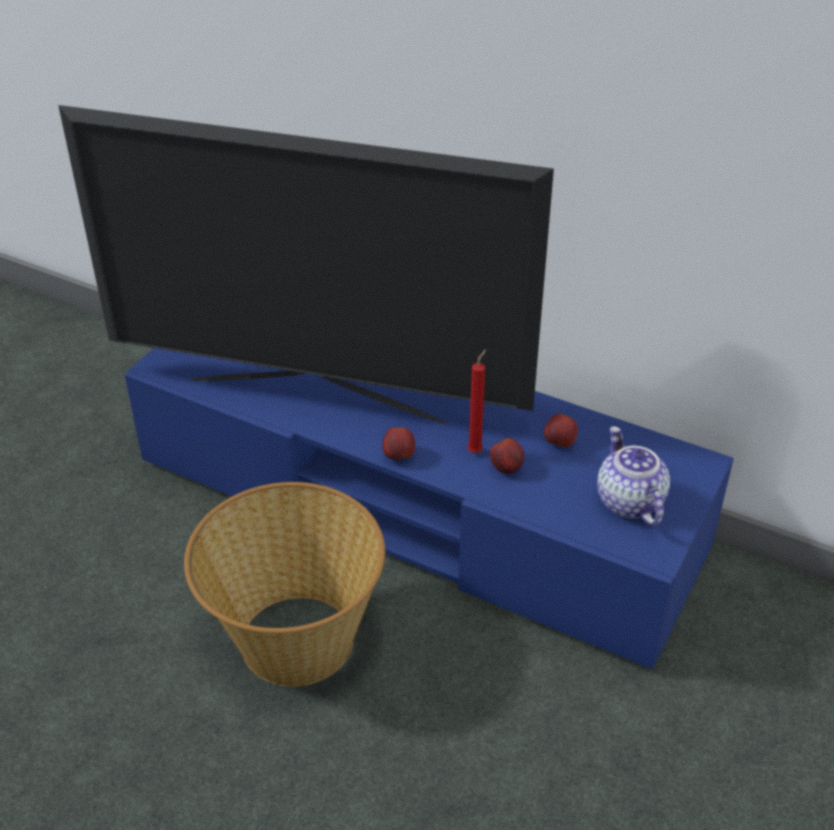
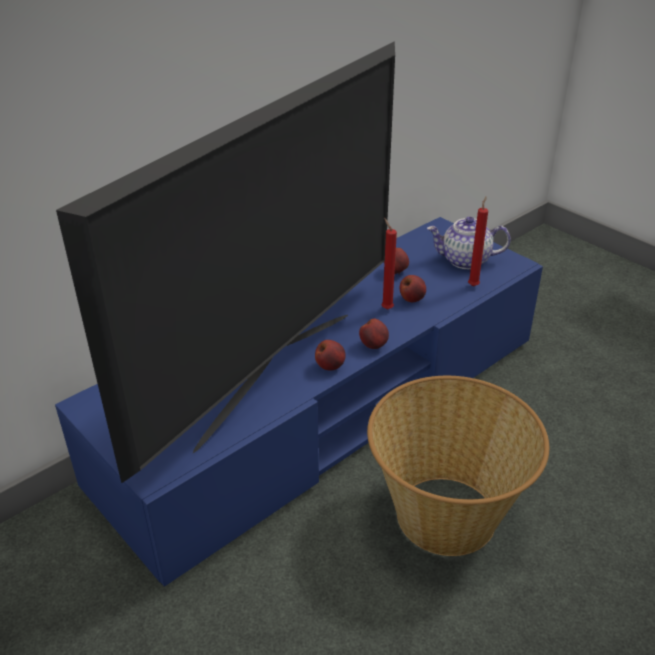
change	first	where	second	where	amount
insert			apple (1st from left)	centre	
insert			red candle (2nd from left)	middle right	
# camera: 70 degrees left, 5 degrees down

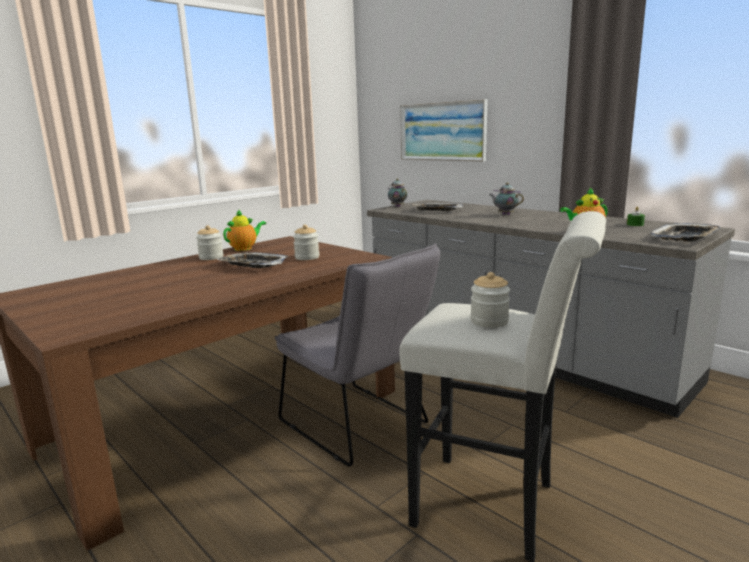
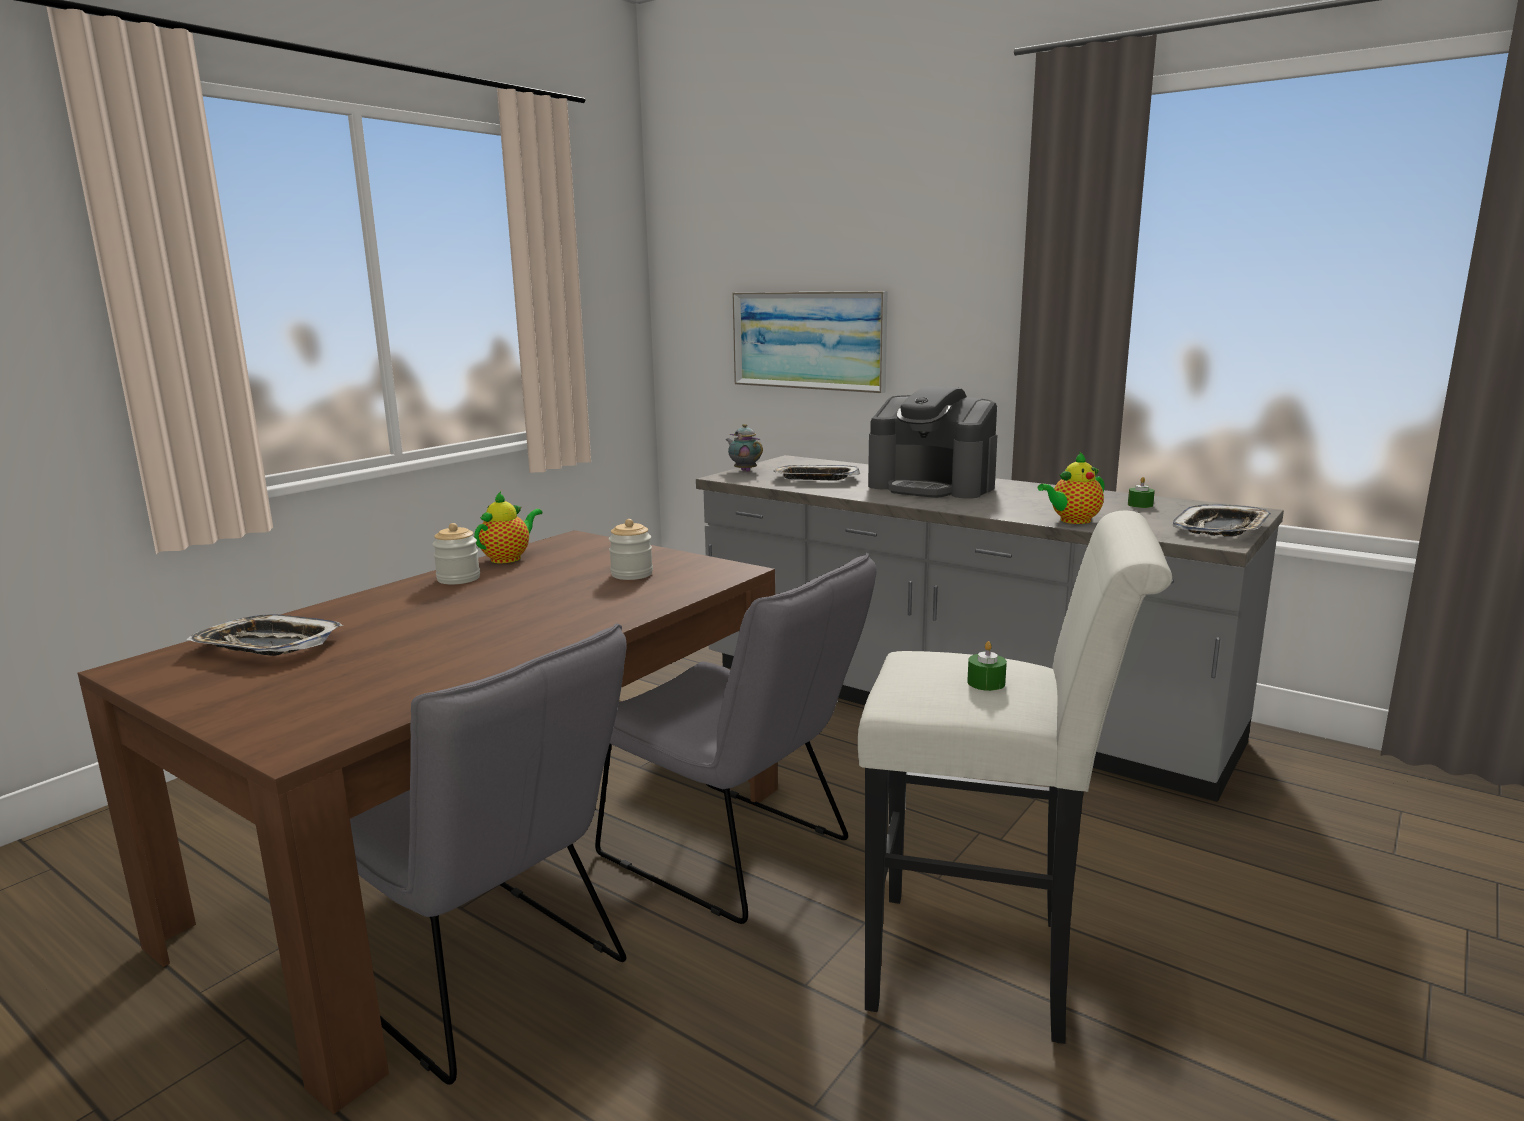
change	first	where	second	where	amount
move	tray (1st from left)	centre		middle left	
replace	jar (3rd from left)	centre	green candle (1st from left)	centre	
replace	teapot (3rd from left)	middle right	coffee machine	centre	
insert			grey chair (1st from left)	bottom left	
# camera: 10 degrees left, 0 degrees up

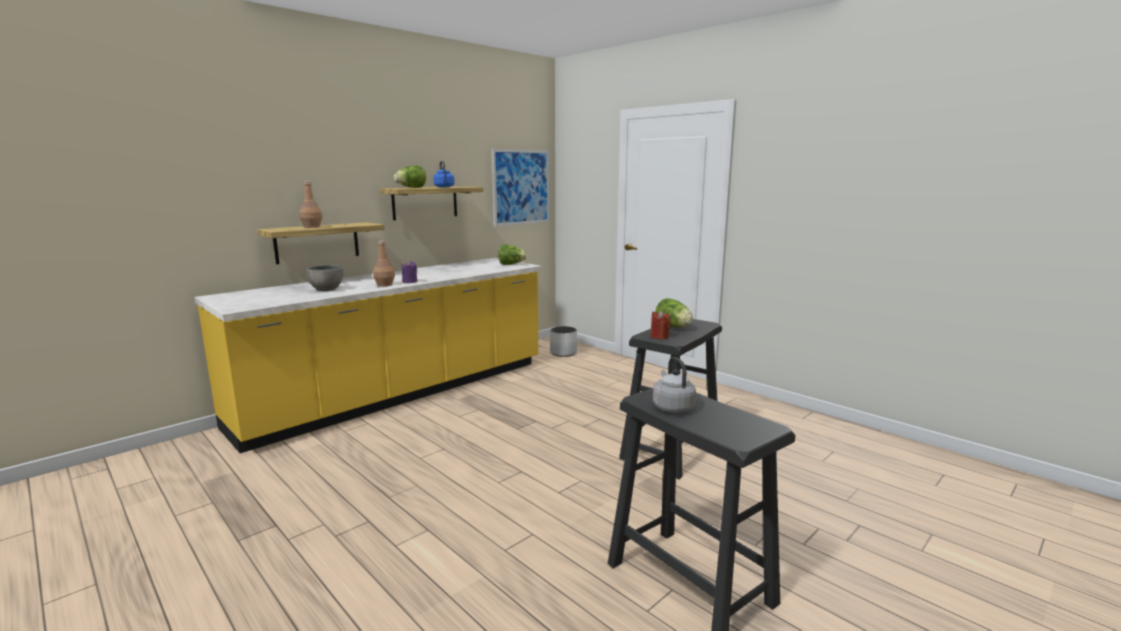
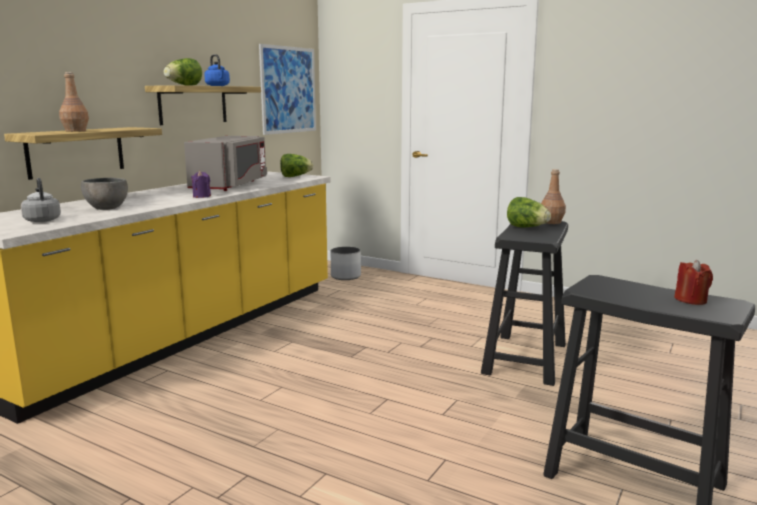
change	first	where	second	where	amount
move	brown bottle (2nd from left)	centre		middle right	
move	red candle	centre		middle right	
move	grey kettle	centre		middle left	
insert			grey microwave	top left	
# camera: 15 degrees left, 0 degrees up

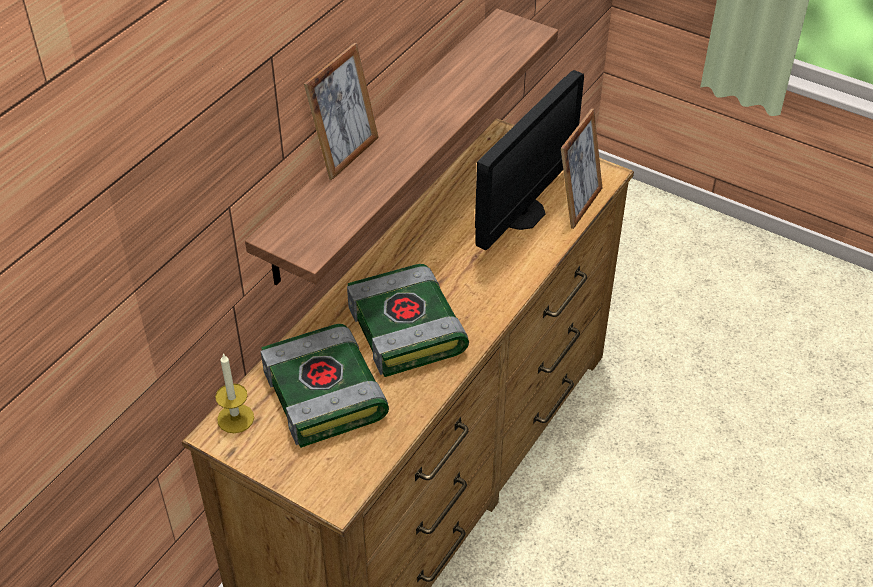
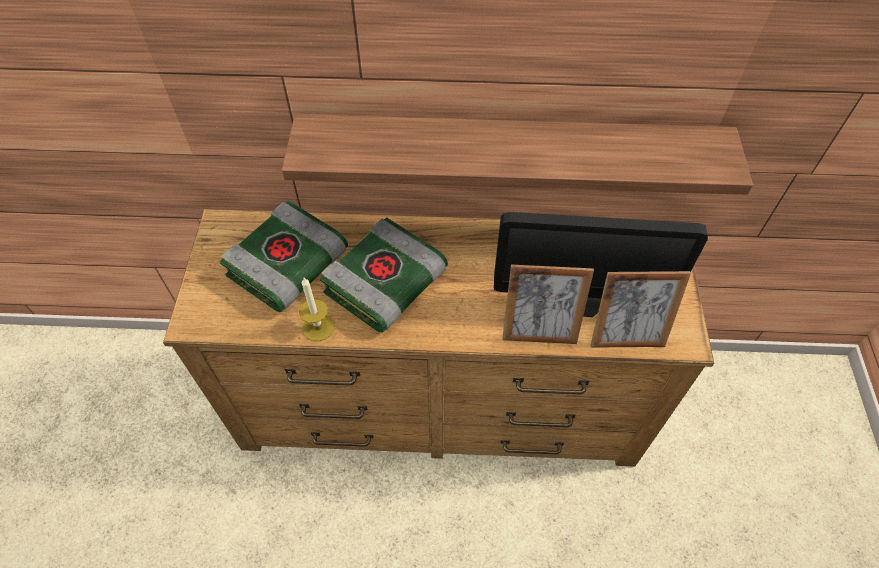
change	first	where	second	where	amount
move	candle	bottom left		centre	
move	picture frame (1st from left)	top centre		centre	
# camera: 60 degrees right, 10 degrees up

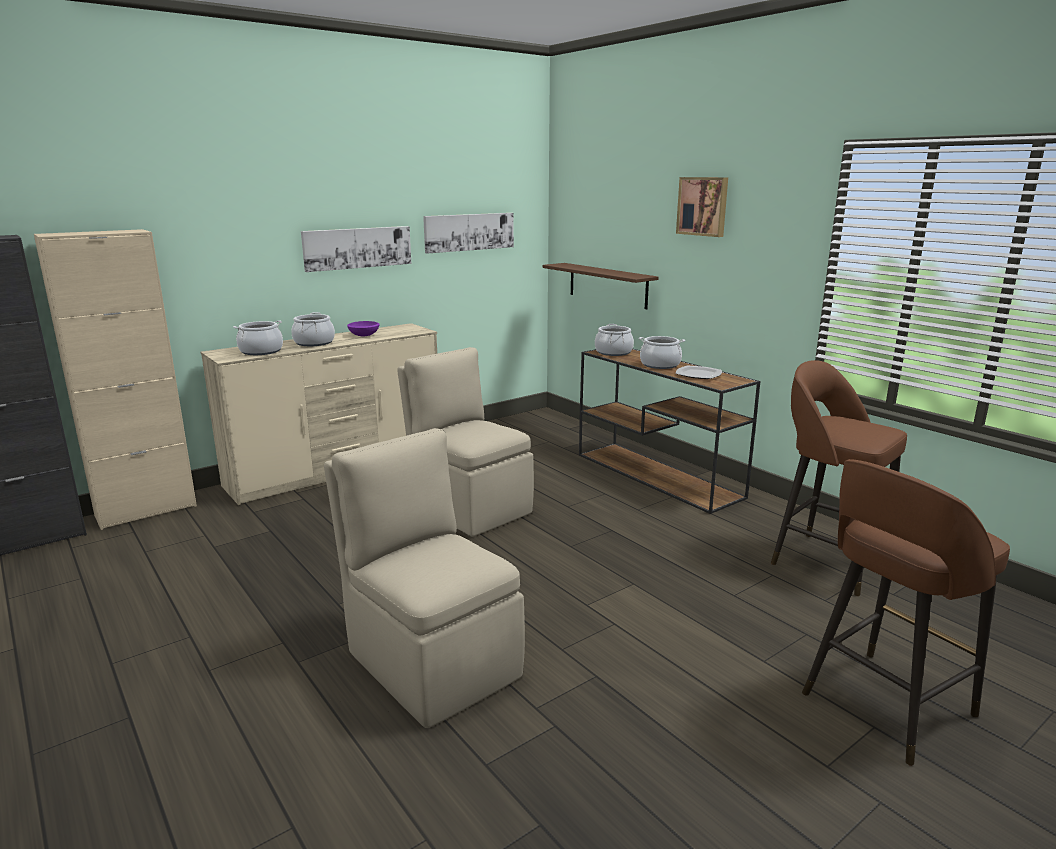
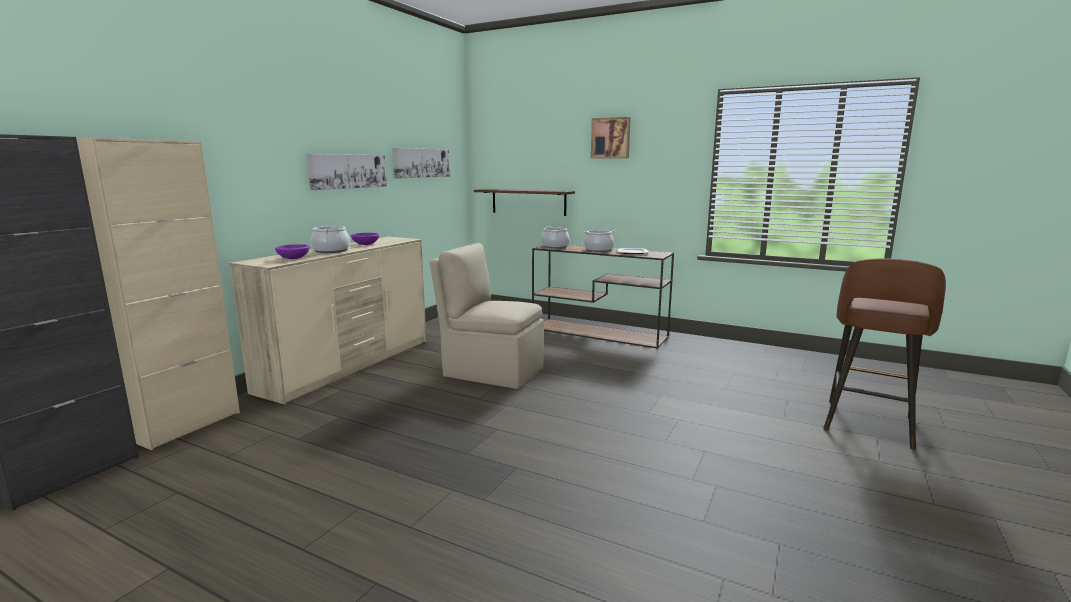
change	first	where	second	where	amount
replace	cooking pot (1st from left)	middle left	purple bowl (1st from left)	middle left	
delete	beige chair (1st from left)	bottom centre			
delete	brown stool (1st from left)	middle right			
# camera: 25 degrees left, 5 degrees down

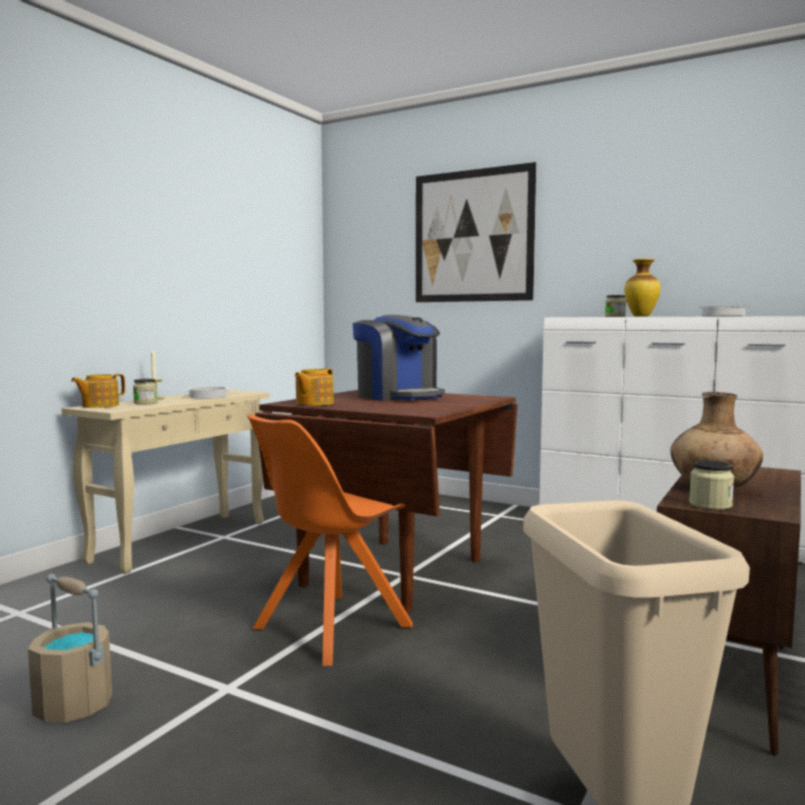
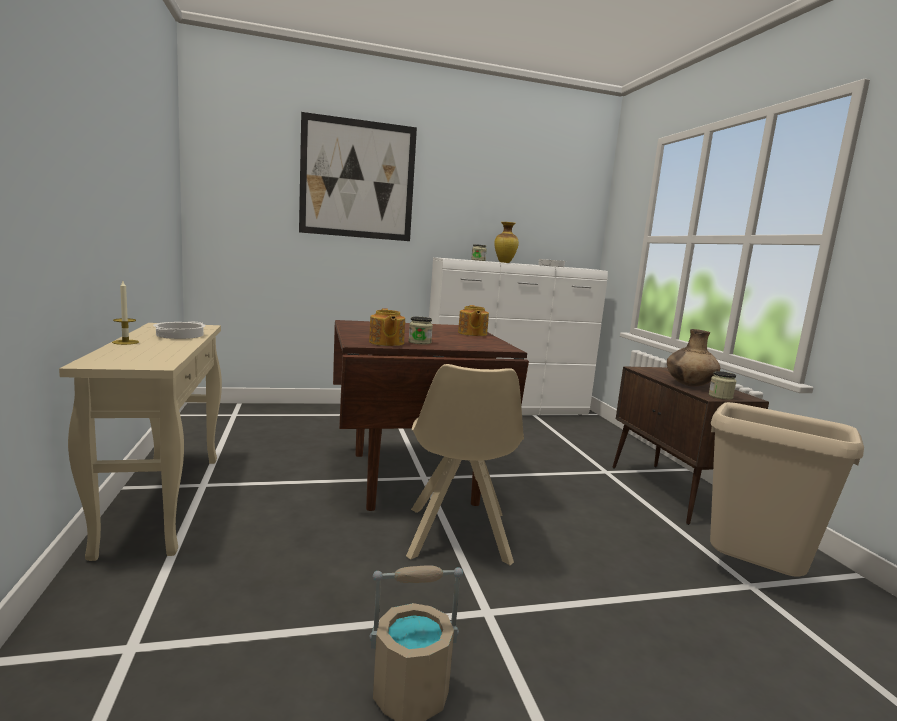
change	first	where	second	where	amount
move	teapot (1st from left in the first image)	middle left	teapot (2nd from left)	centre	
move	jar (1st from left)	middle left		centre	
recolor	orange chair	bottom centre	beige chair	centre	
delete	coffee machine	centre			
# camera: 45 degrees left, 5 degrees up

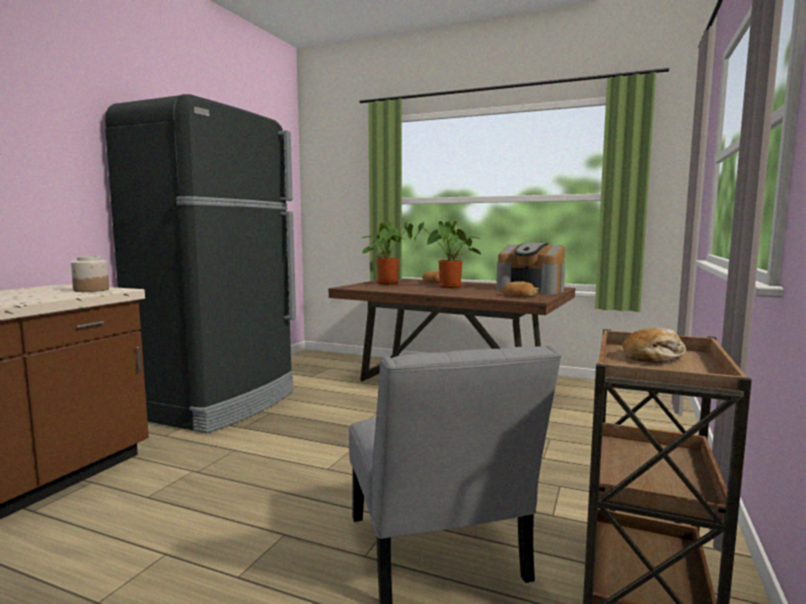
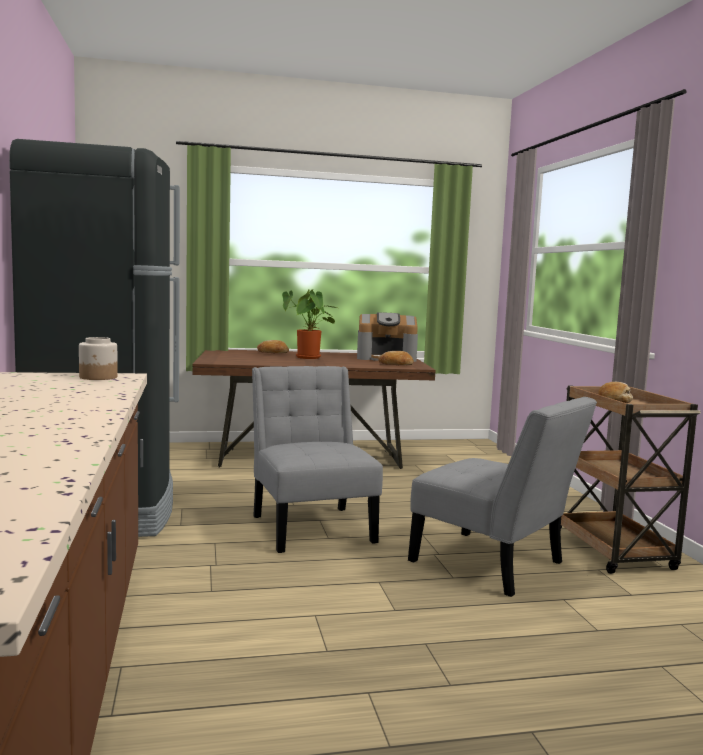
change	first	where	second	where	amount
delete	potted plant (1st from left)	centre			
insert			grey chair (1st from left)	centre	
# camera: 35 degrees left, 0 degrees up

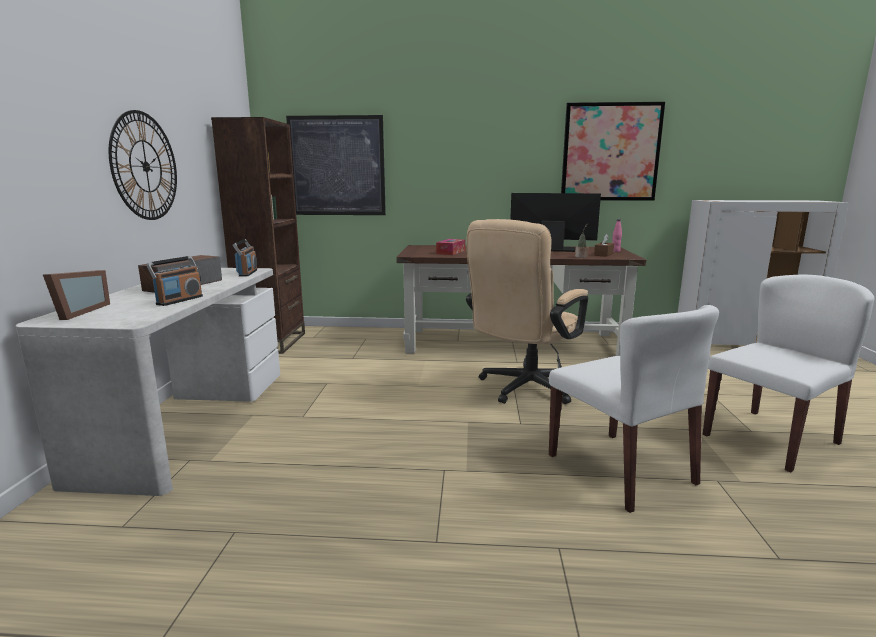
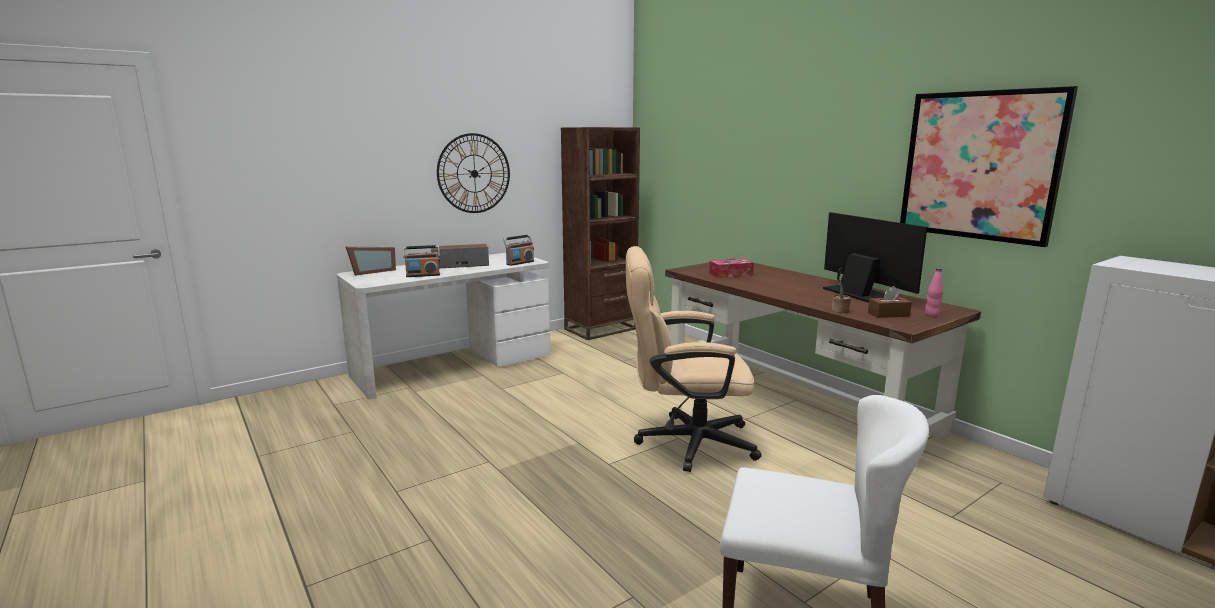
change	first	where	second	where	amount
delete	picture (1st from left)	top centre			
delete	white chair (1st from left)	middle right			
# camera: 50 degrees right, 0 degrees up

